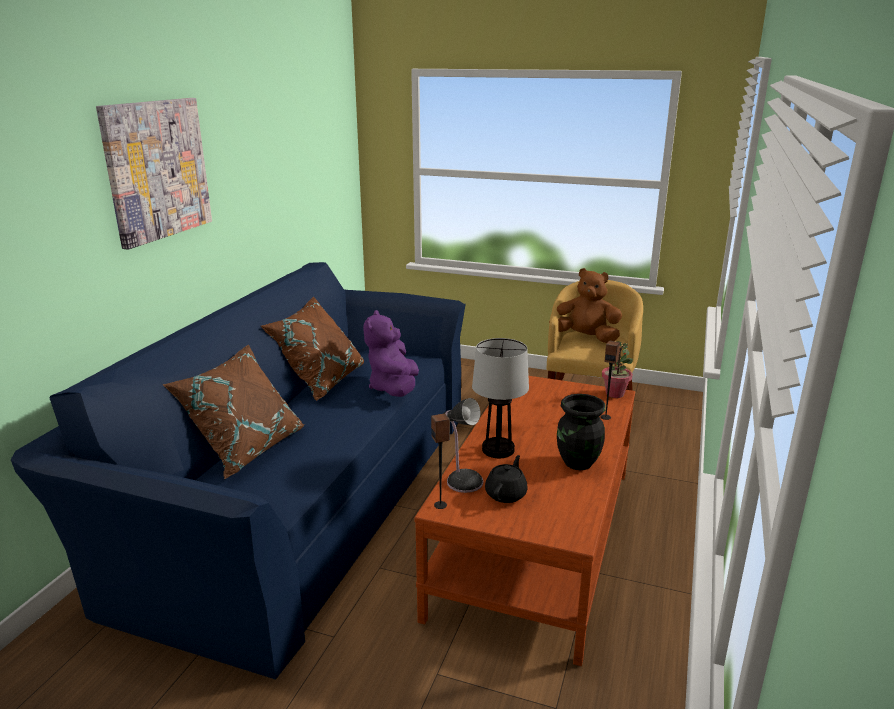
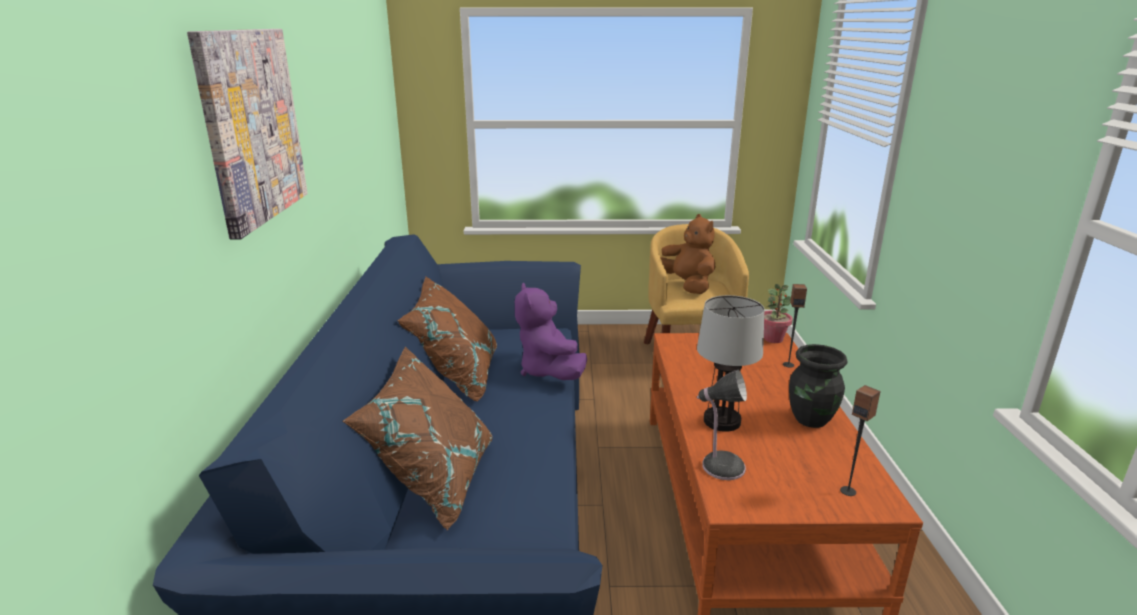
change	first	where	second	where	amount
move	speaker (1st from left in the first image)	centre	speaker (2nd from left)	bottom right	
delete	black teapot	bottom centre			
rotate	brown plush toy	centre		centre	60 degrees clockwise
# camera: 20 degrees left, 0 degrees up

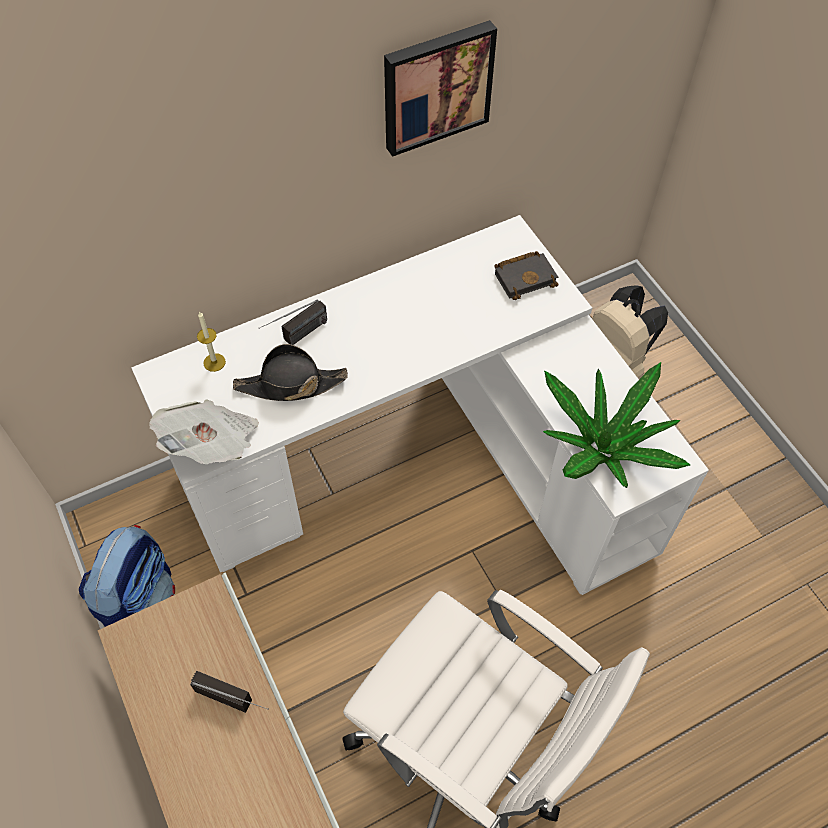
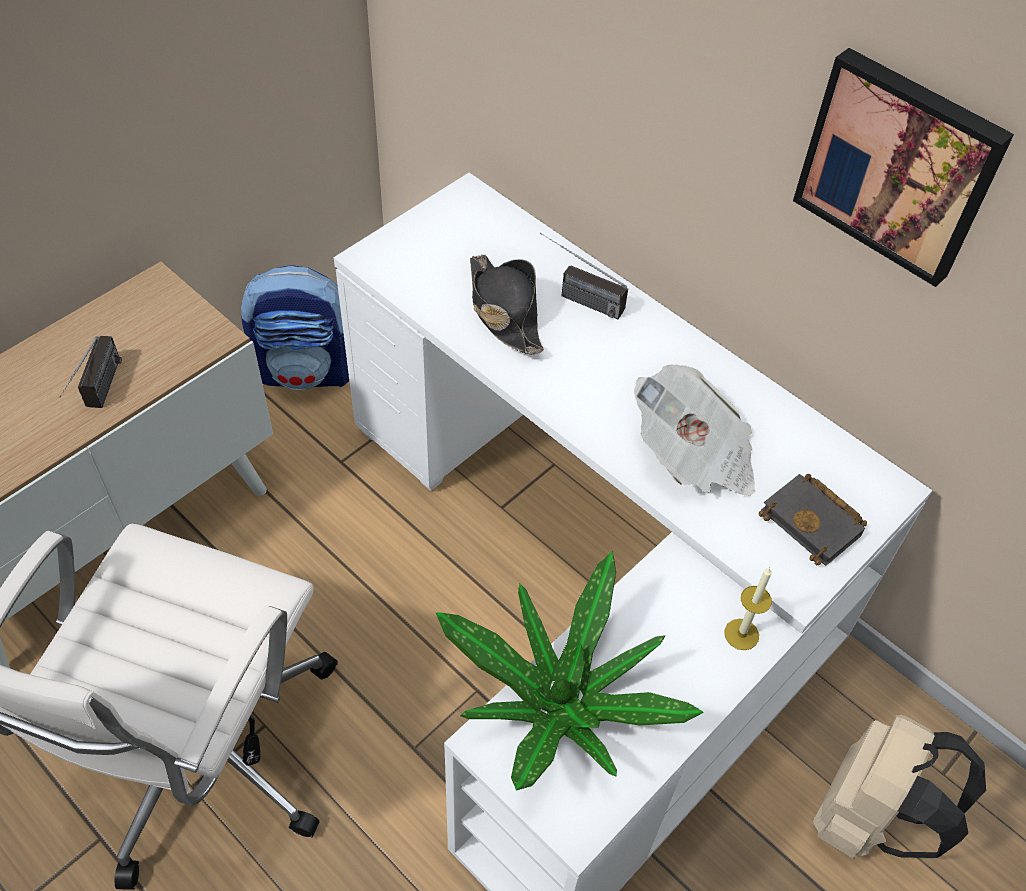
change	first	where	second	where	amount
move	newspaper	middle left		middle right	
move	candle	middle left		bottom right	
# camera: 70 degrees right, 5 degrees down

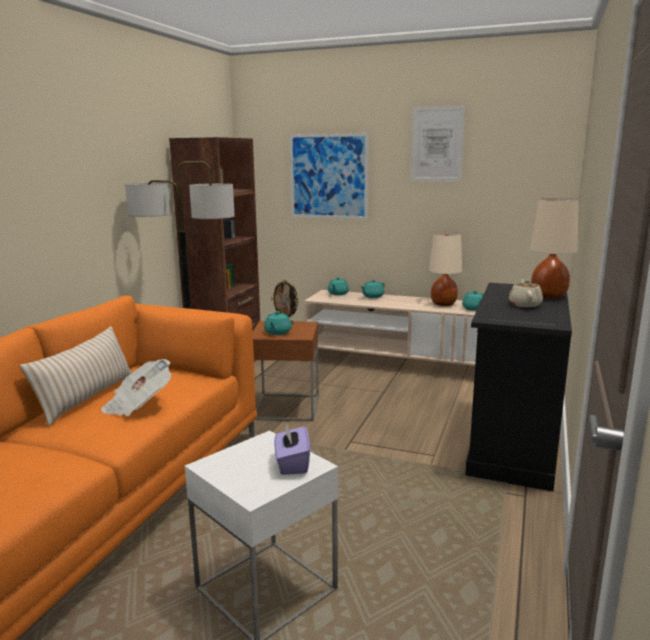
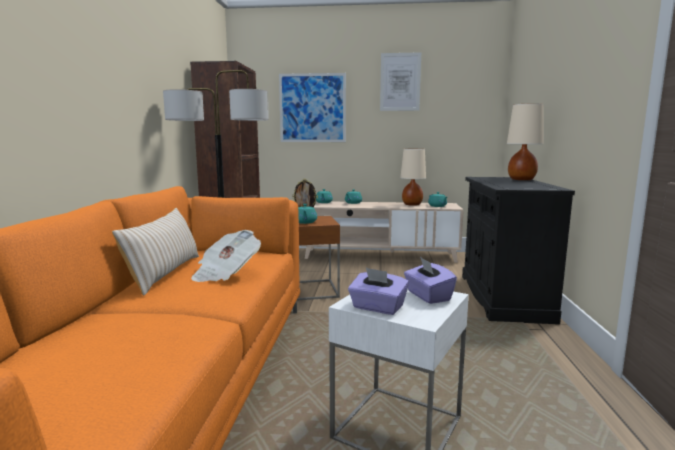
change	first	where	second	where	amount
delete	beige teapot	middle right			
insert			purple tissue box (1st from left)	centre	
# camera: 15 degrees left, 5 degrees down

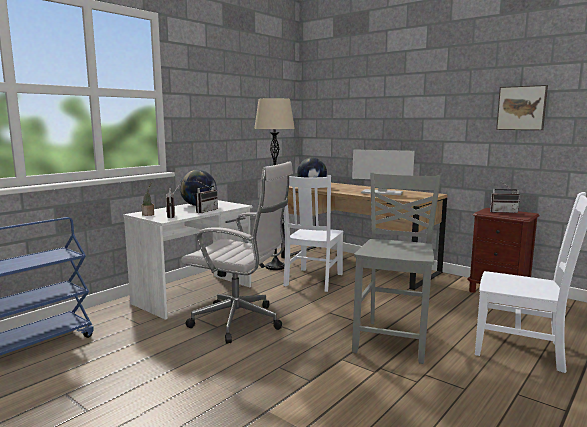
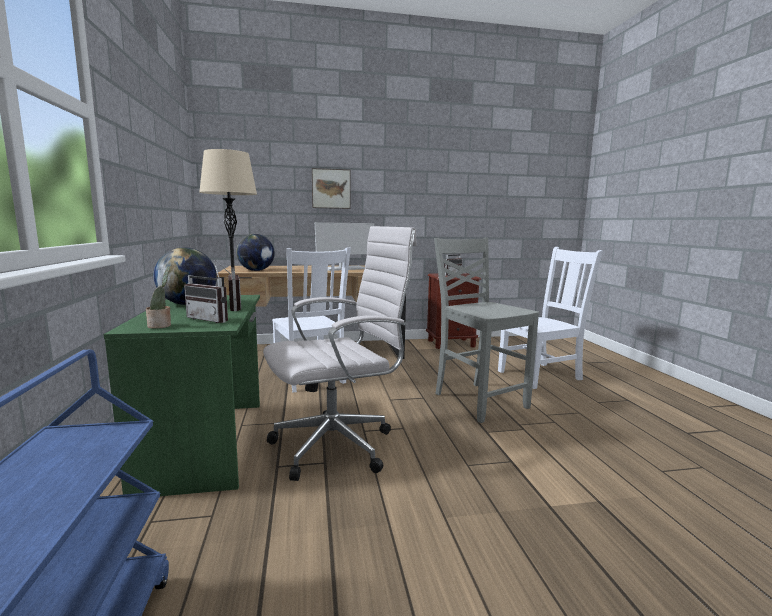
change	first	where	second	where	amount
recolor	white desk	middle left	green desk	middle left	
move	picture	top right		top centre	
# camera: 50 degrees left, 0 degrees up

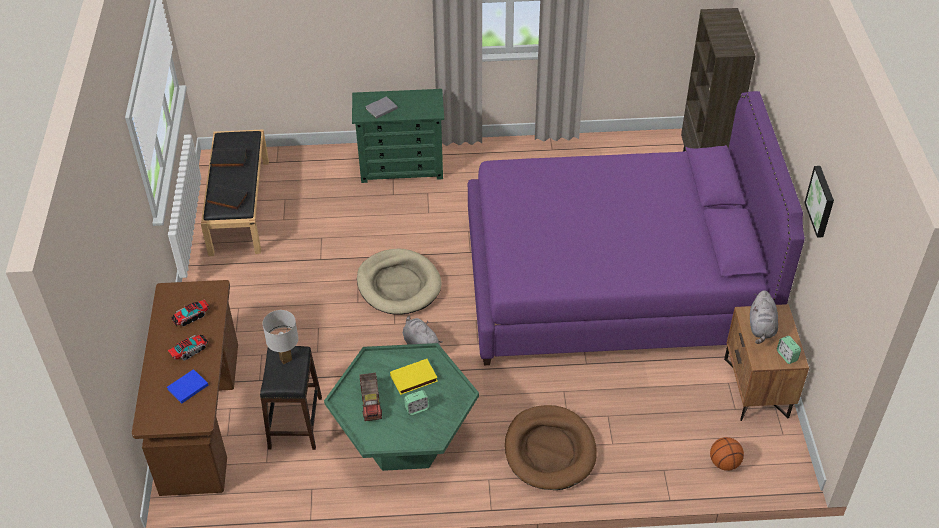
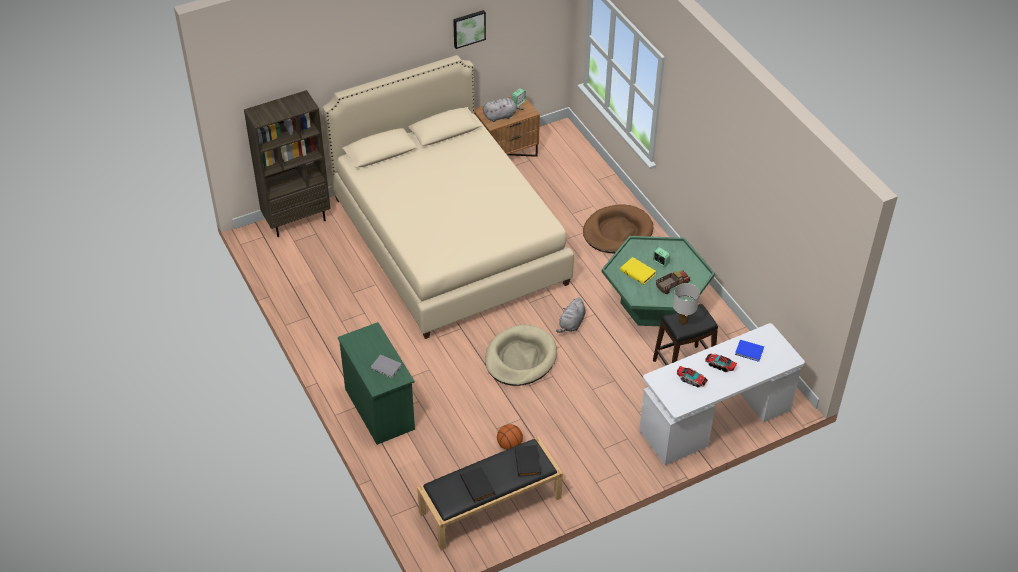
change	first	where	second	where	amount
recolor	brown desk	bottom left	white desk	bottom right	
recolor	purple bed	middle right	beige bed	centre	
move	basketball	bottom right		bottom centre	
# camera: 115 degrees left, 0 degrees up

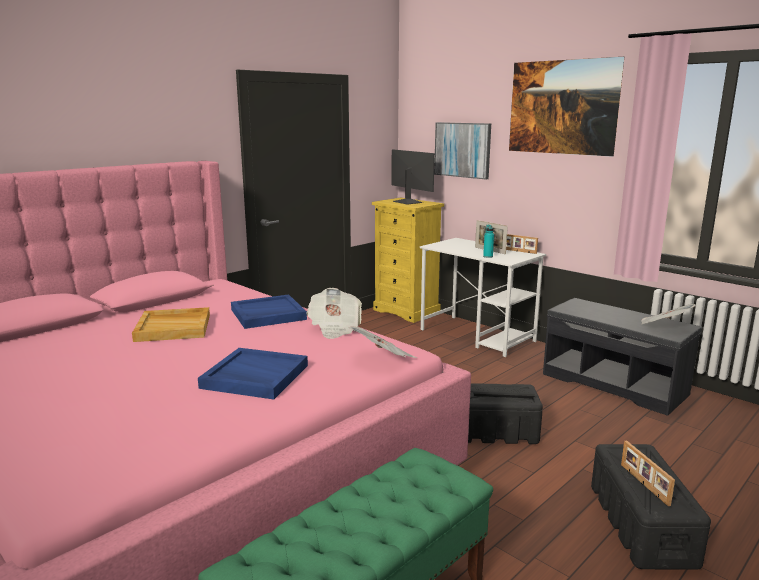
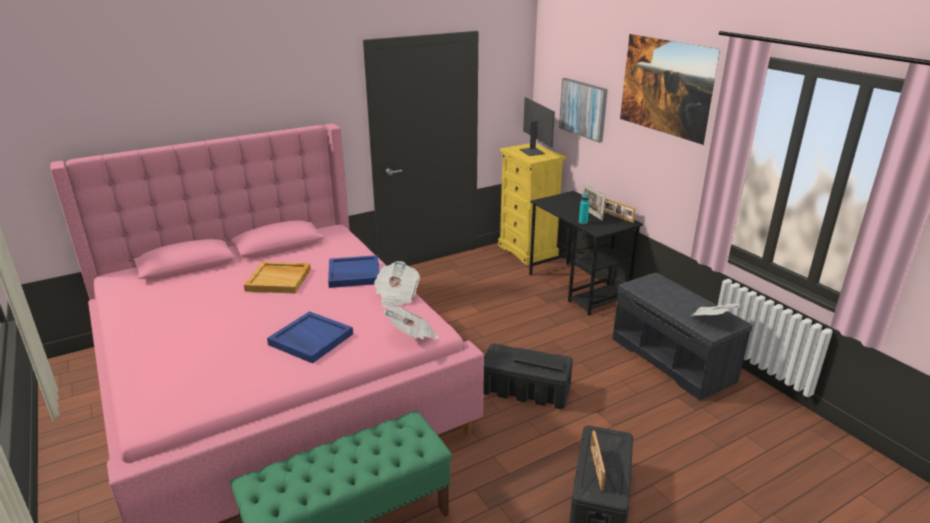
change	first	where	second	where	amount
recolor	white desk	centre	black desk	centre	
# camera: 15 degrees right, 10 degrees up

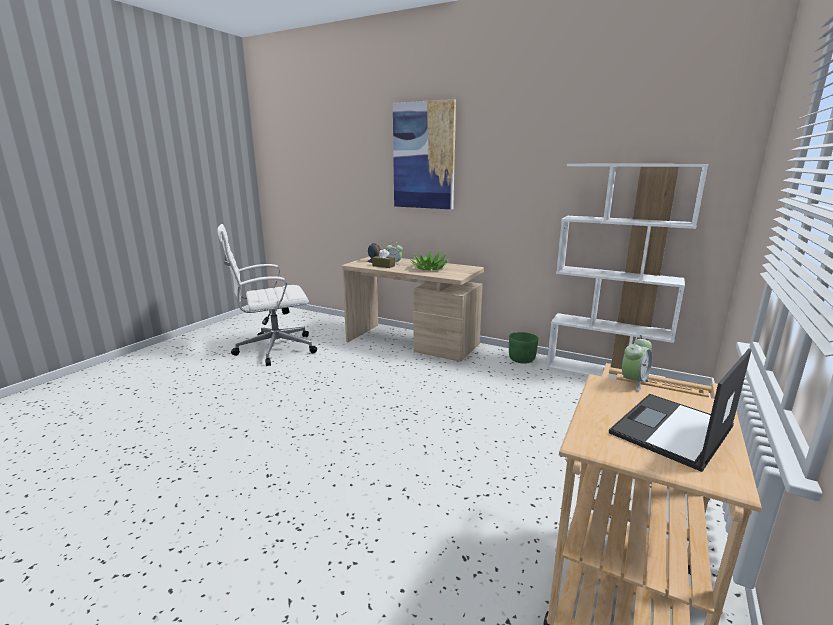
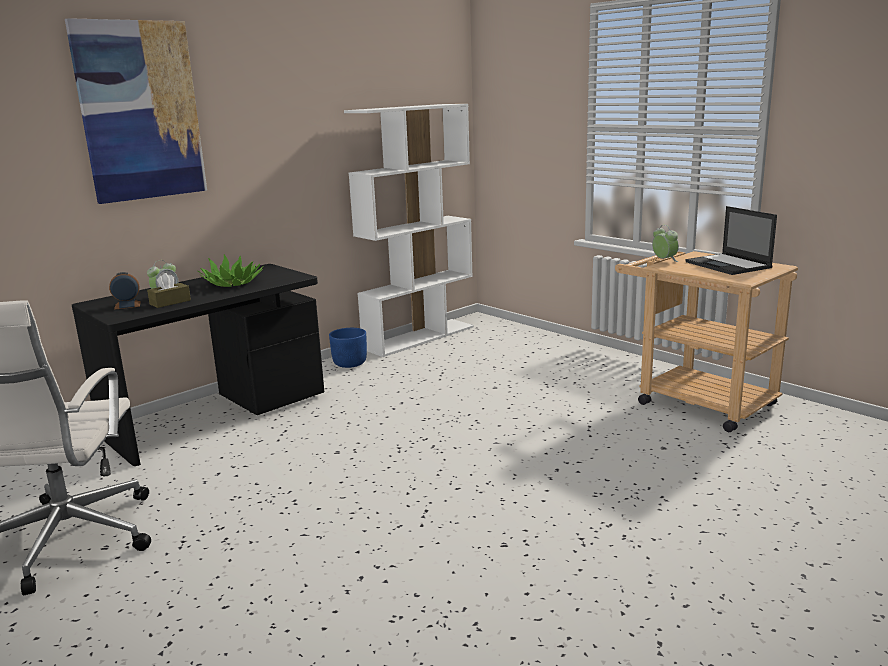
change	first	where	second	where	amount
recolor	beige desk	centre	black desk	middle left	
recolor	green planter	centre	blue planter	centre	
# camera: 70 degrees left, 0 degrees up

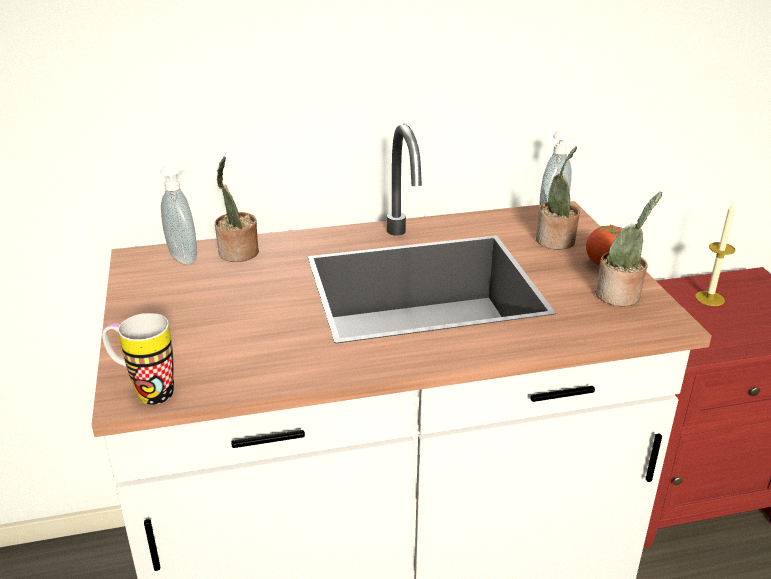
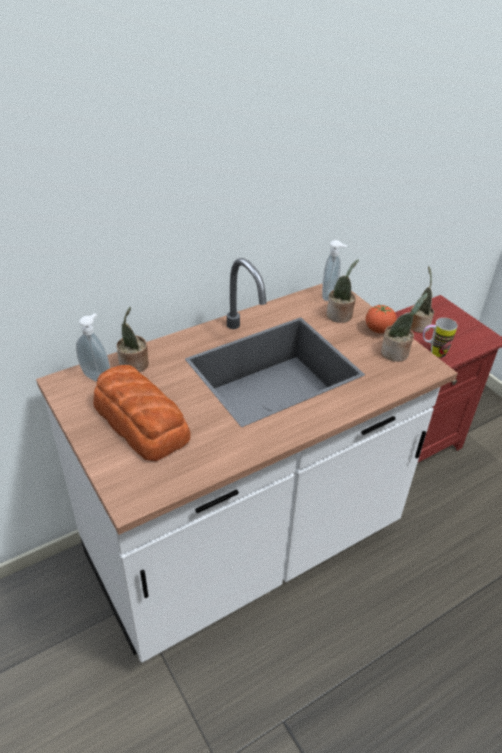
change	first	where	second	where	amount
move	mug	middle left		middle right	
replace	candle	middle right	potted plant (4th from left)	middle right	
insert			bread	middle left	
# camera: 20 degrees left, 10 degrees up

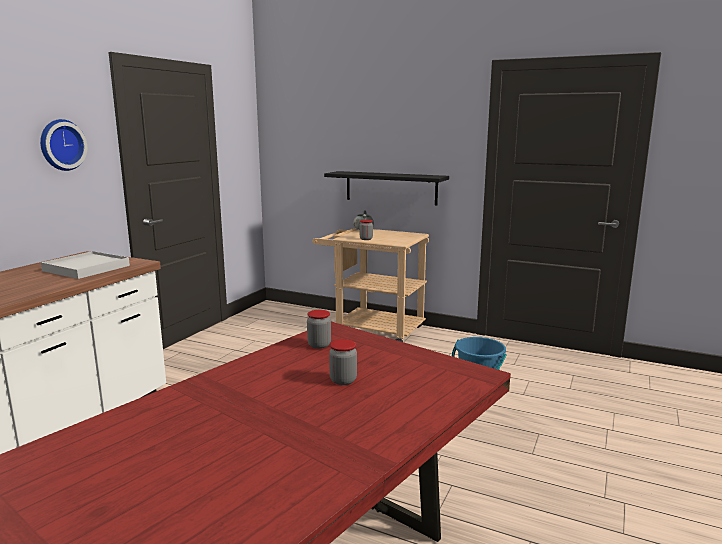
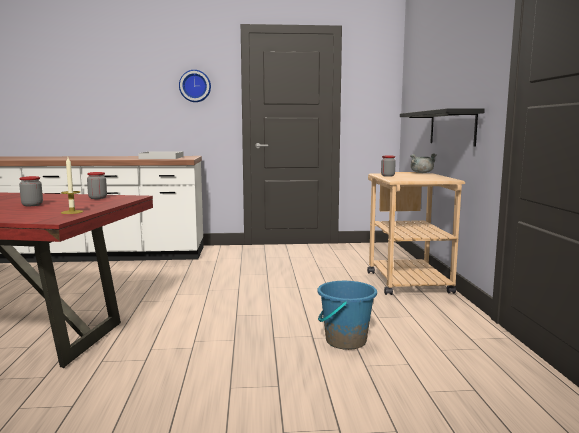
change	first	where	second	where	amount
insert			candle	middle left	
# camera: 60 degrees right, 5 degrees down

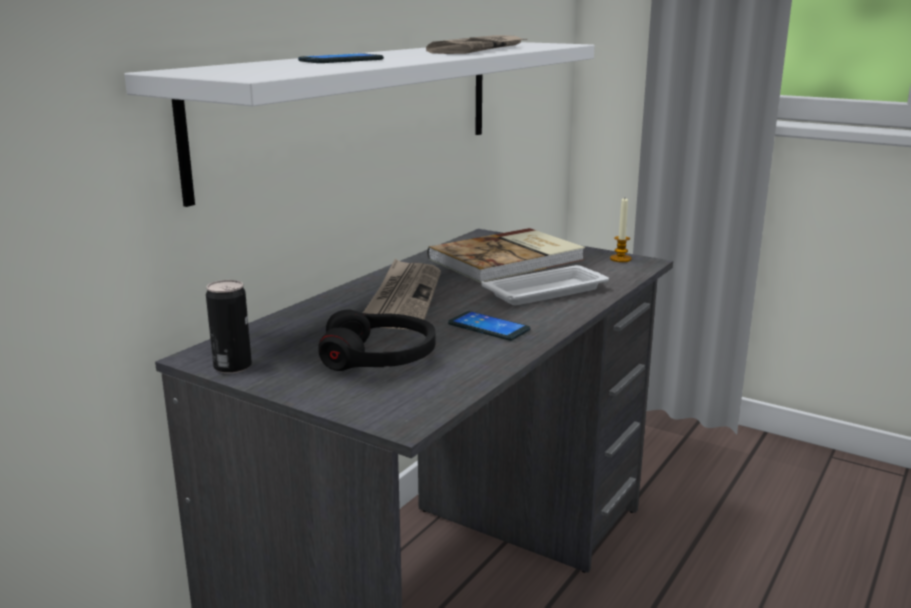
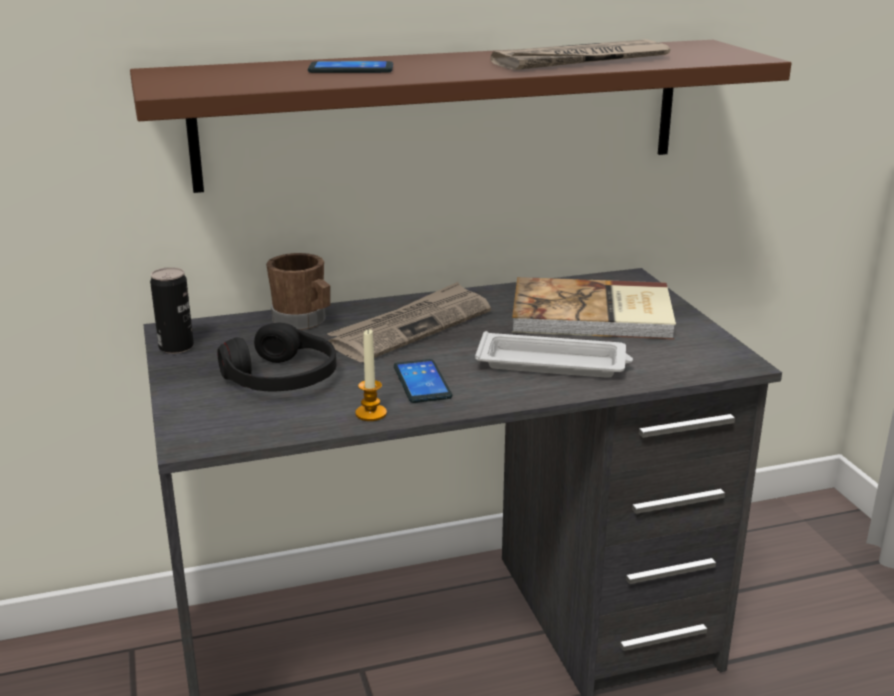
change	first	where	second	where	amount
recolor	white shelf	top centre	brown shelf	top centre	
move	candle	middle right		centre	
insert			brown mug	centre	
# camera: 40 degrees right, 5 degrees up

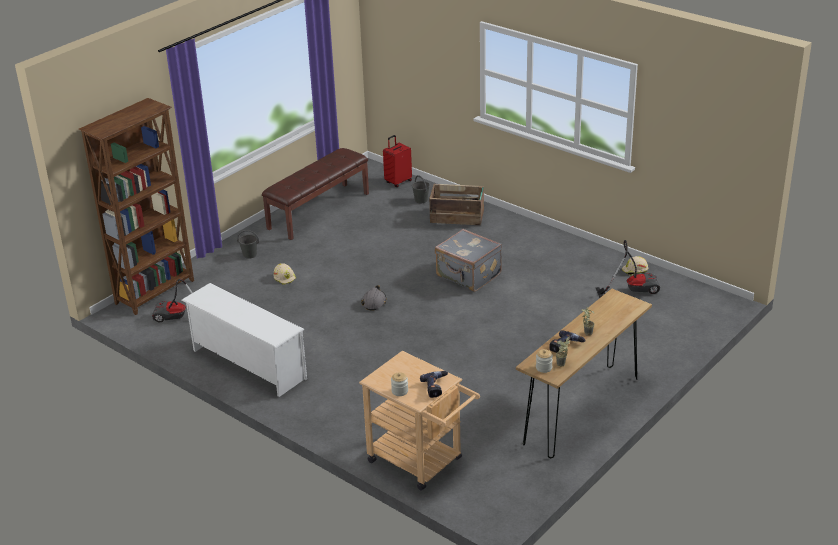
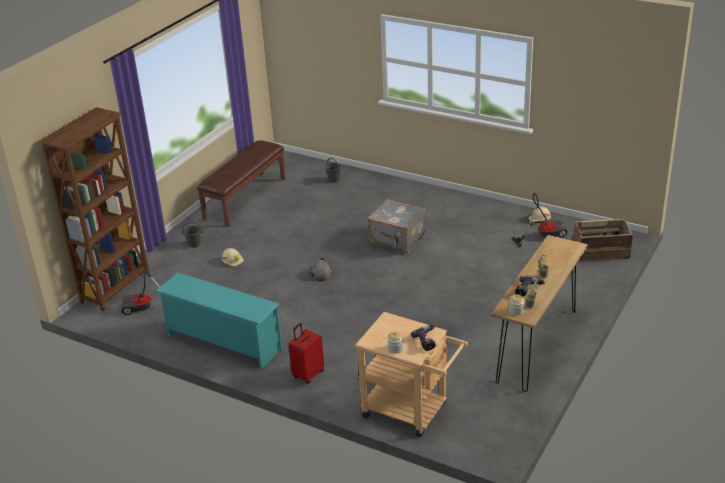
change	first	where	second	where	amount
recolor	white shoe rack	middle left	turquoise shoe rack	middle left	
move	red suitcase	top centre		bottom centre	
move	crate	centre		middle right	
# camera: 10 degrees left, 0 degrees up

